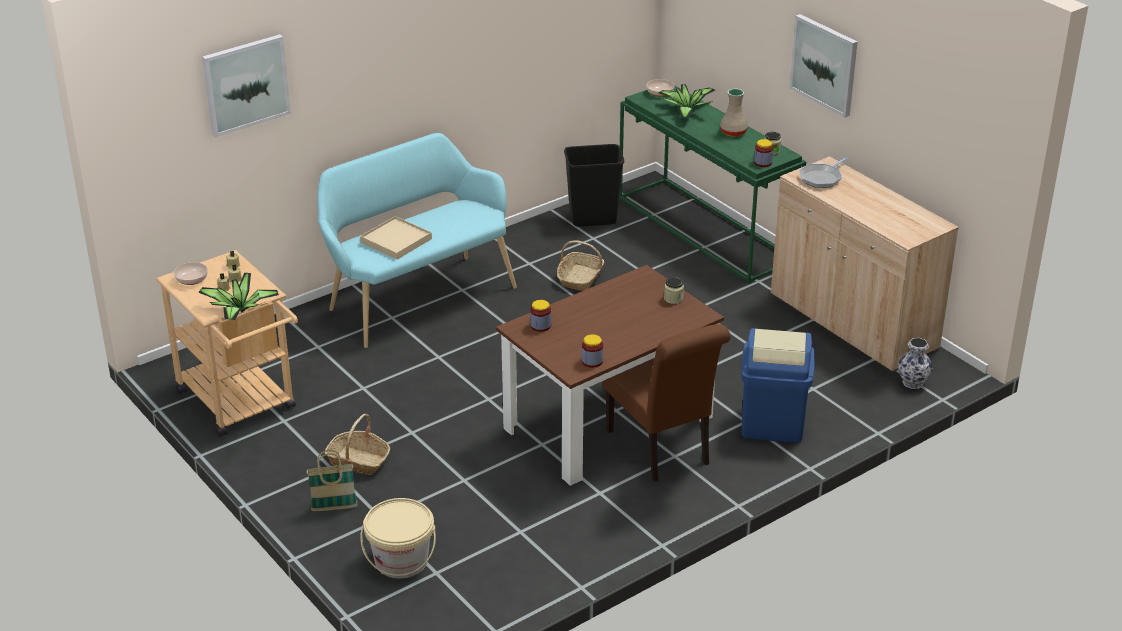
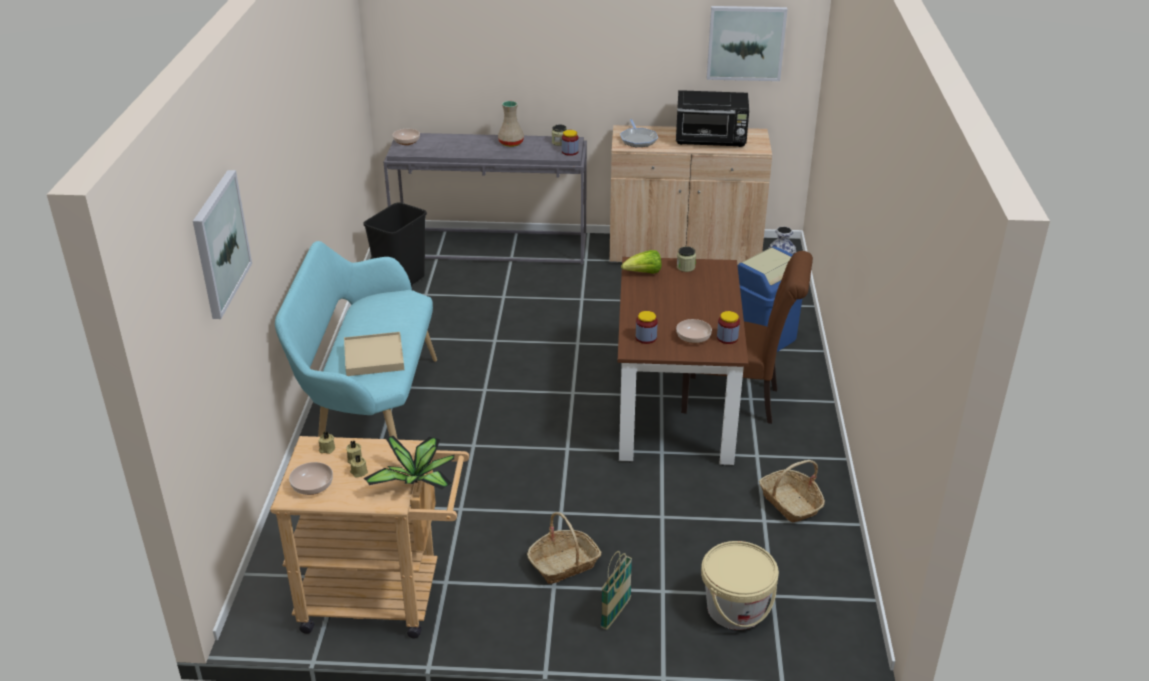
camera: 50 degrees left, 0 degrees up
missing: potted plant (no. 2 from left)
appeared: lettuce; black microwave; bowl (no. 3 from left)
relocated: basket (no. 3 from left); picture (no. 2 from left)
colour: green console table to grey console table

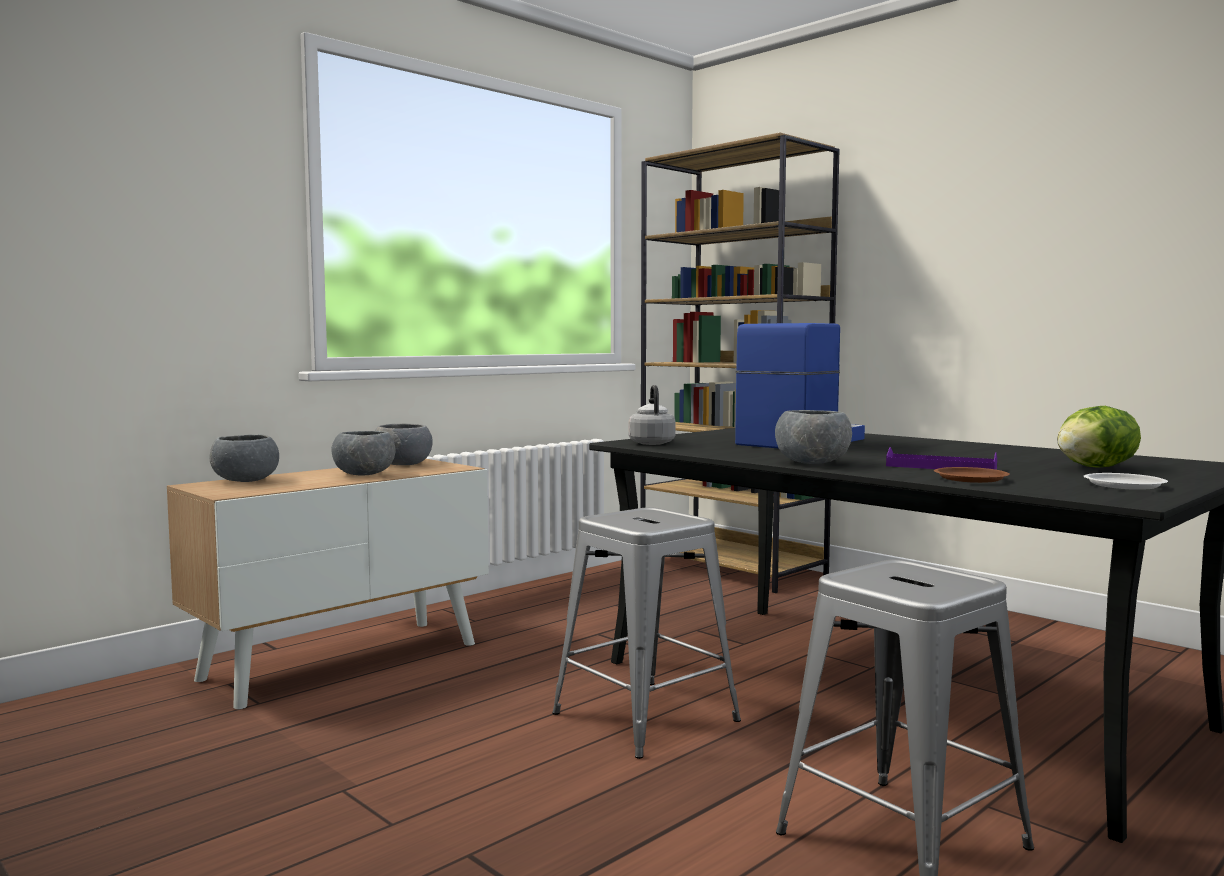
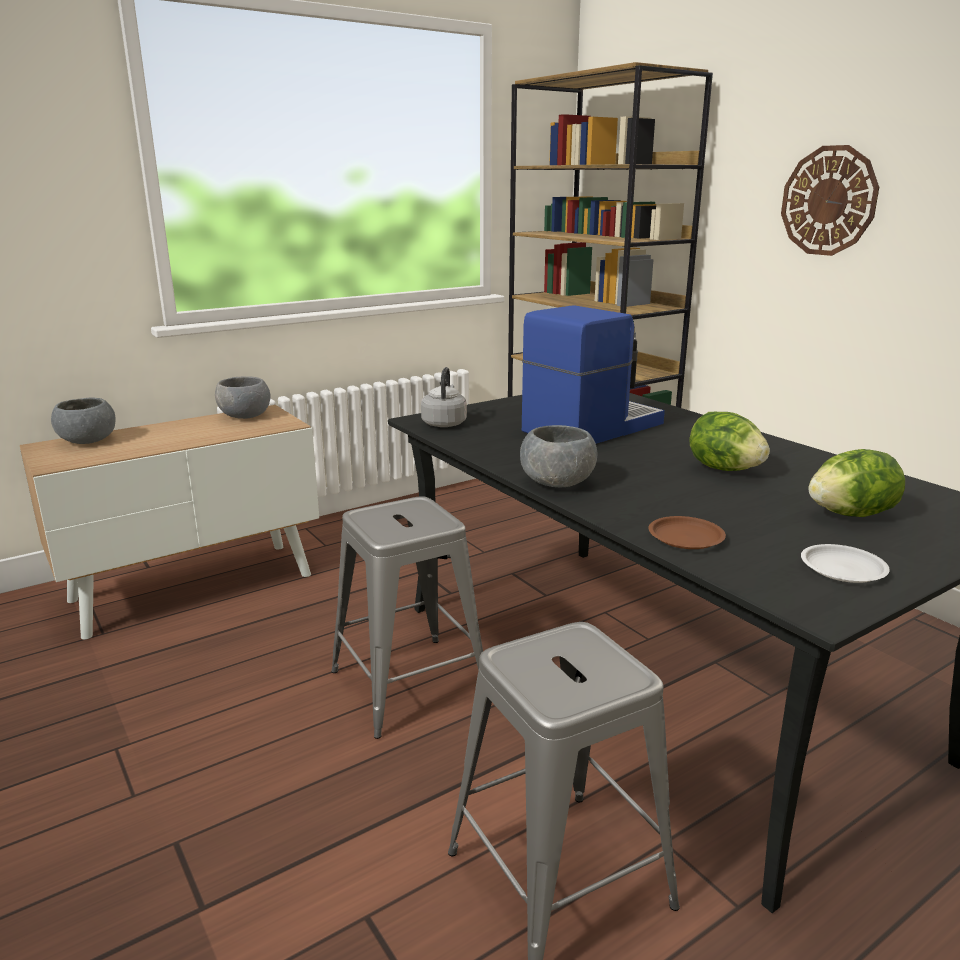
camera: 10 degrees right, 15 degrees up
missing: grey bowl (no. 2 from left); purple tray
appeared: lettuce (no. 1 from left); wall clock

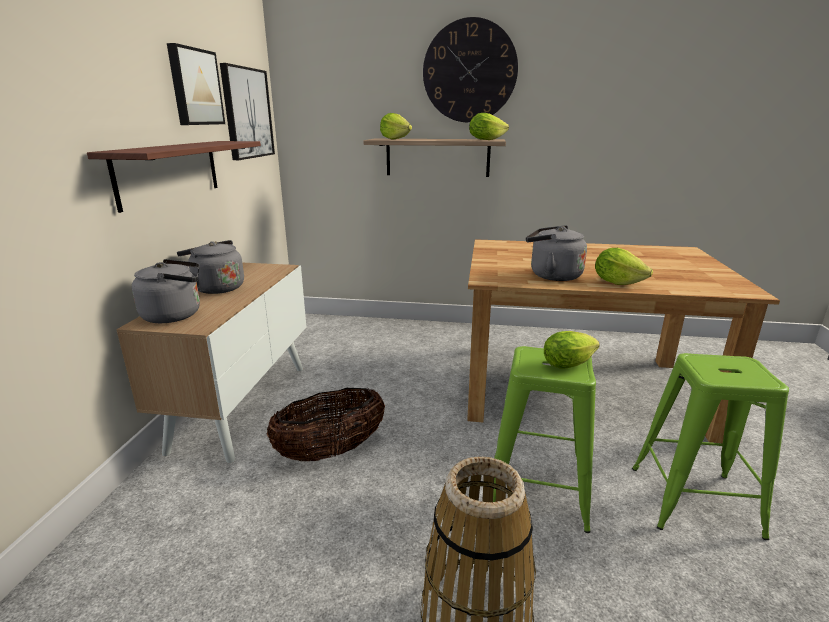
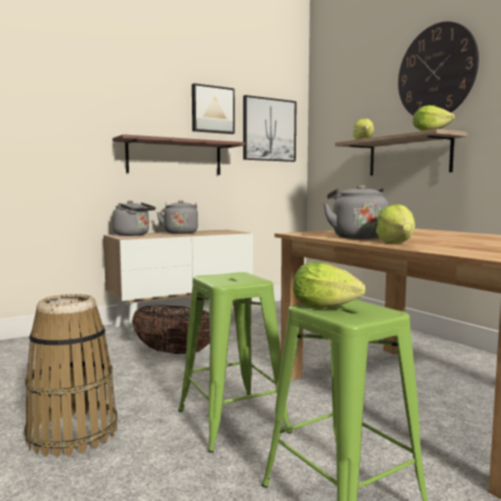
camera: 50 degrees right, 15 degrees down
relocated: lettuce (no. 3 from left in the first image) to lettuce (no. 1 from left)

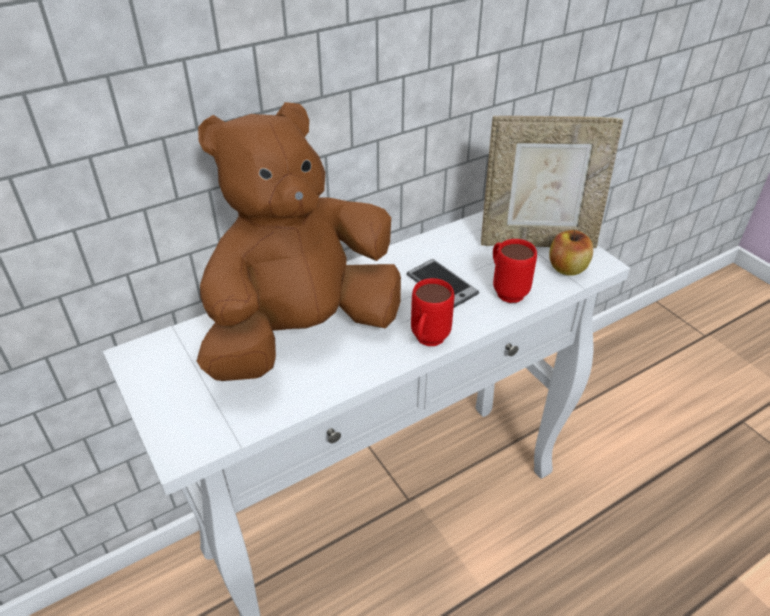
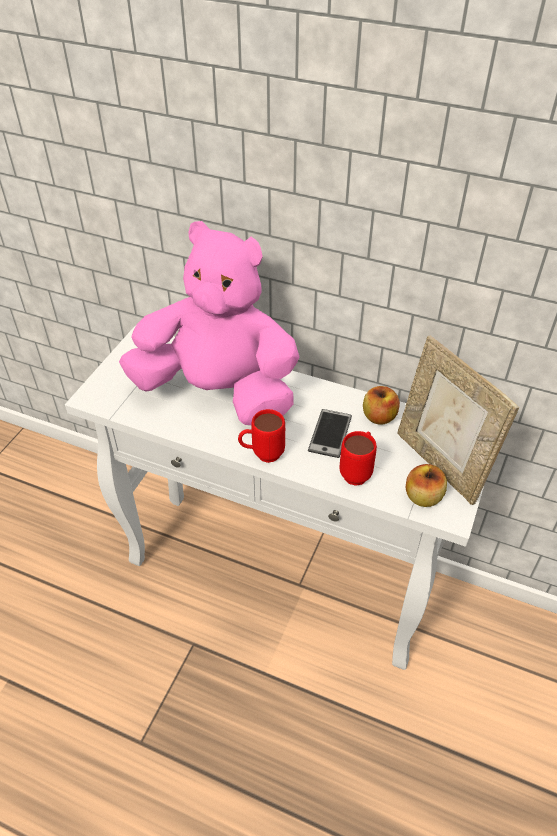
camera: 55 degrees right, 5 degrees up
appeared: apple (no. 1 from left)
colour: brown plush toy to pink plush toy

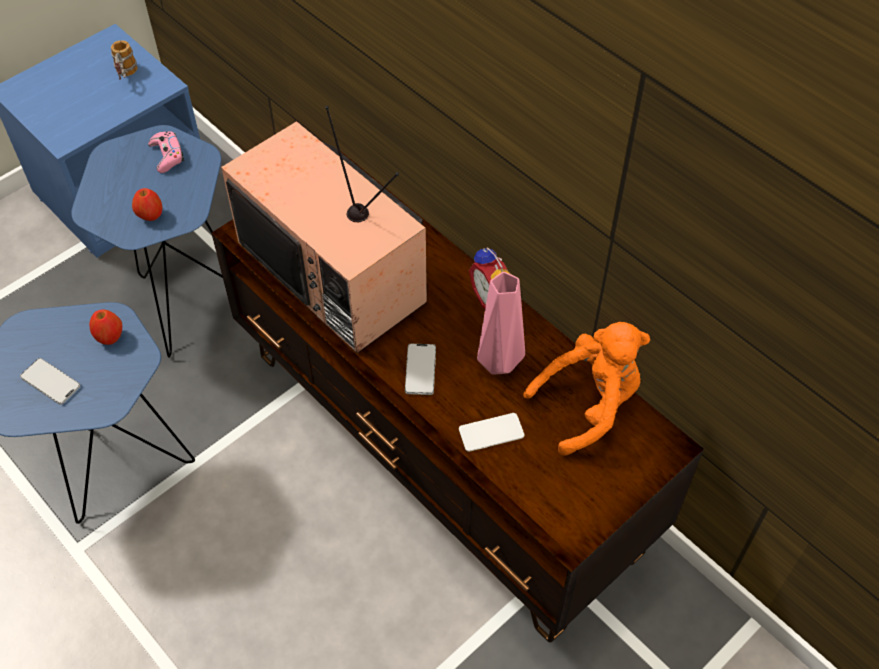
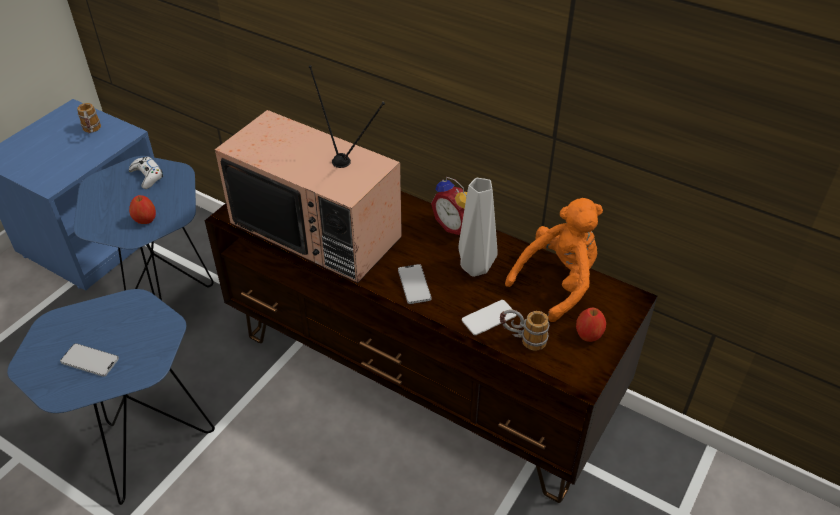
camera: 15 degrees left, 10 degrees down
appeared: mug (no. 2 from left)
relocated: apple (no. 1 from left in the first image) to apple (no. 2 from left)
colour: pink game controller to white game controller; pink vase to grey vase

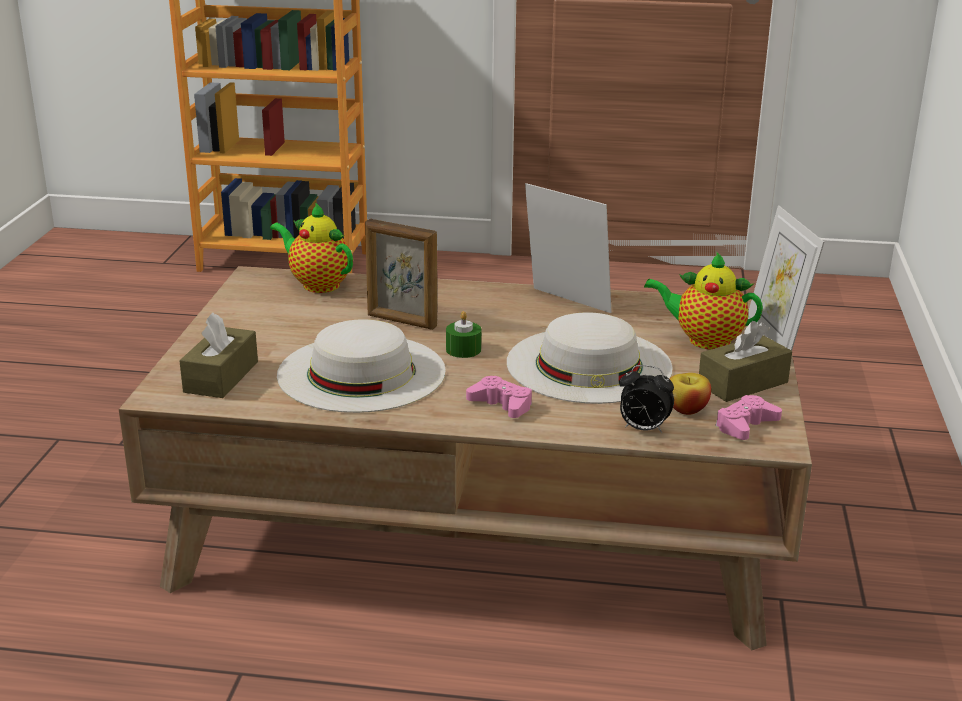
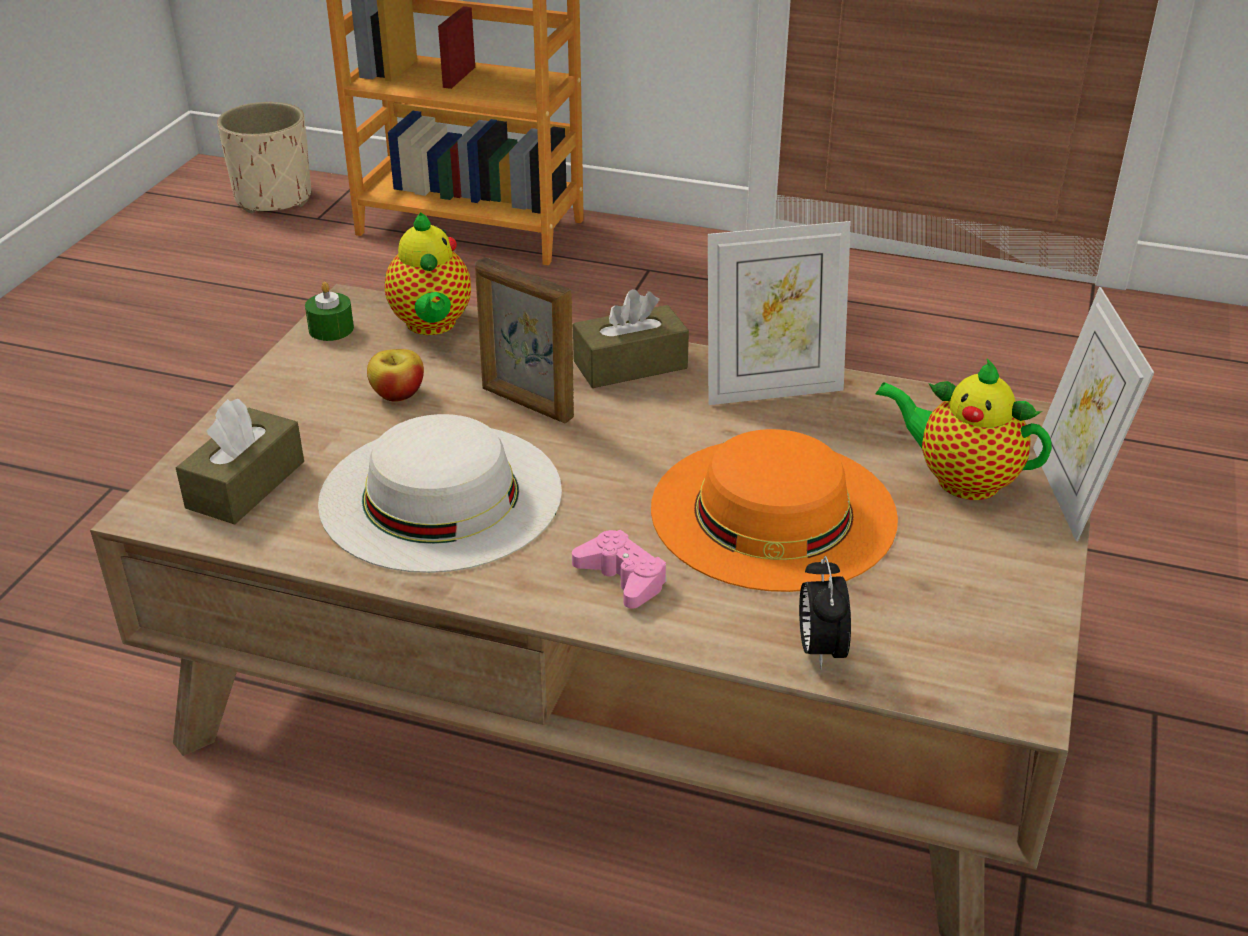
camera: 10 degrees right, 10 degrees up
missing: pink game controller (no. 2 from left)
appeared: beige planter
relocated: green candle; apple; brown tissue box (no. 2 from left)
colour: white hat (no. 2 from left) to orange hat
spun: teapot (no. 1 from left) 150 degrees counterclockwise; picture frame (no. 2 from left) 120 degrees clockwise; alarm clock 60 degrees clockwise

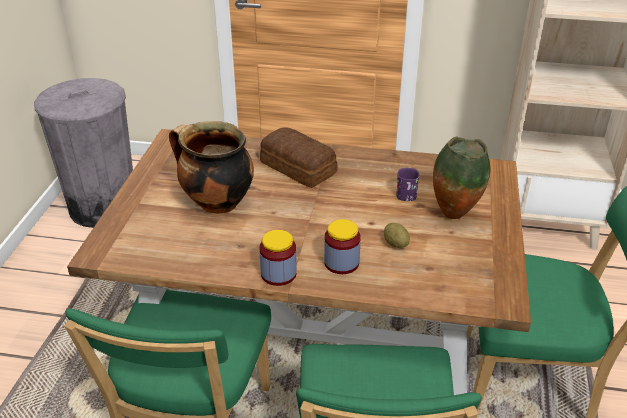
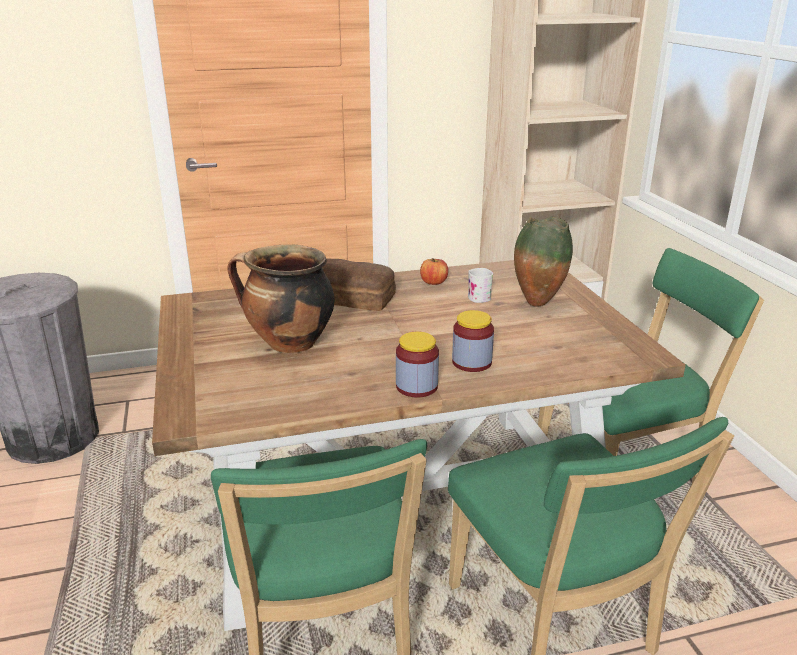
camera: 25 degrees left, 10 degrees down
missing: potato
appeared: apple
colour: purple mug to white mug

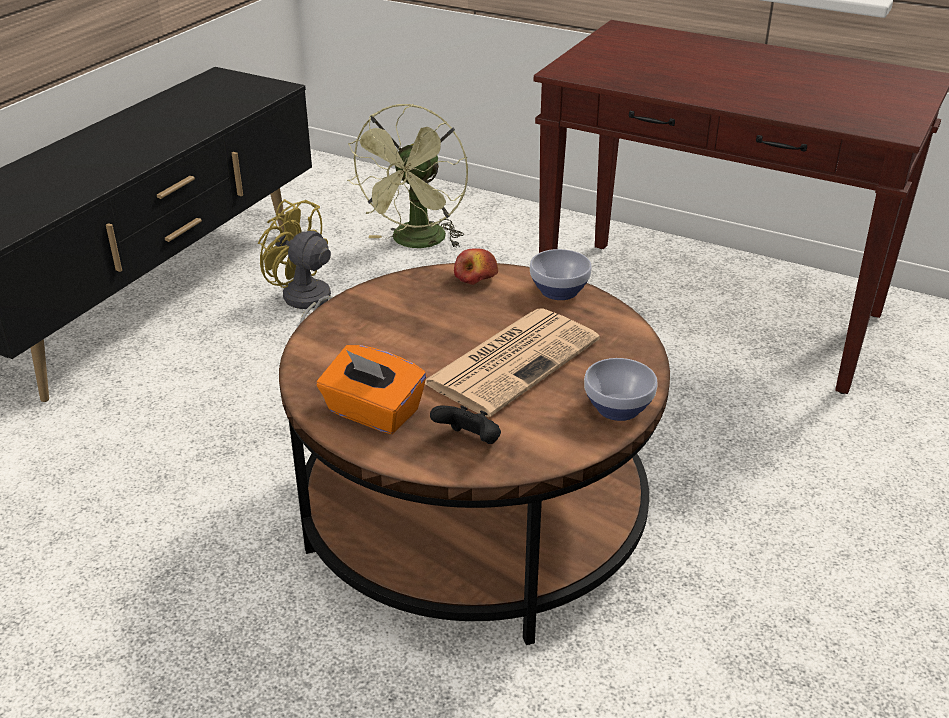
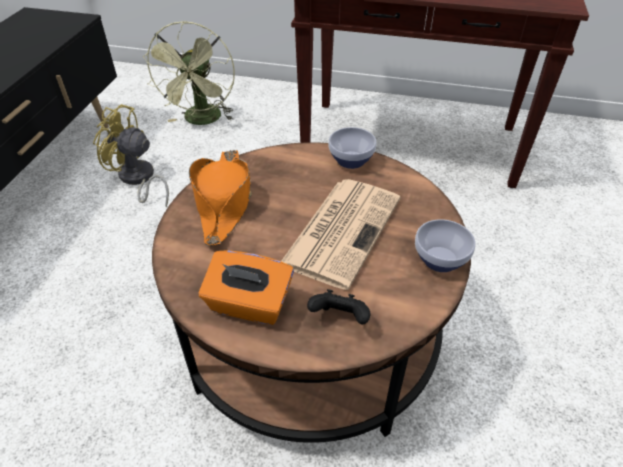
camera: 15 degrees left, 10 degrees up
missing: apple
appeared: orange hat

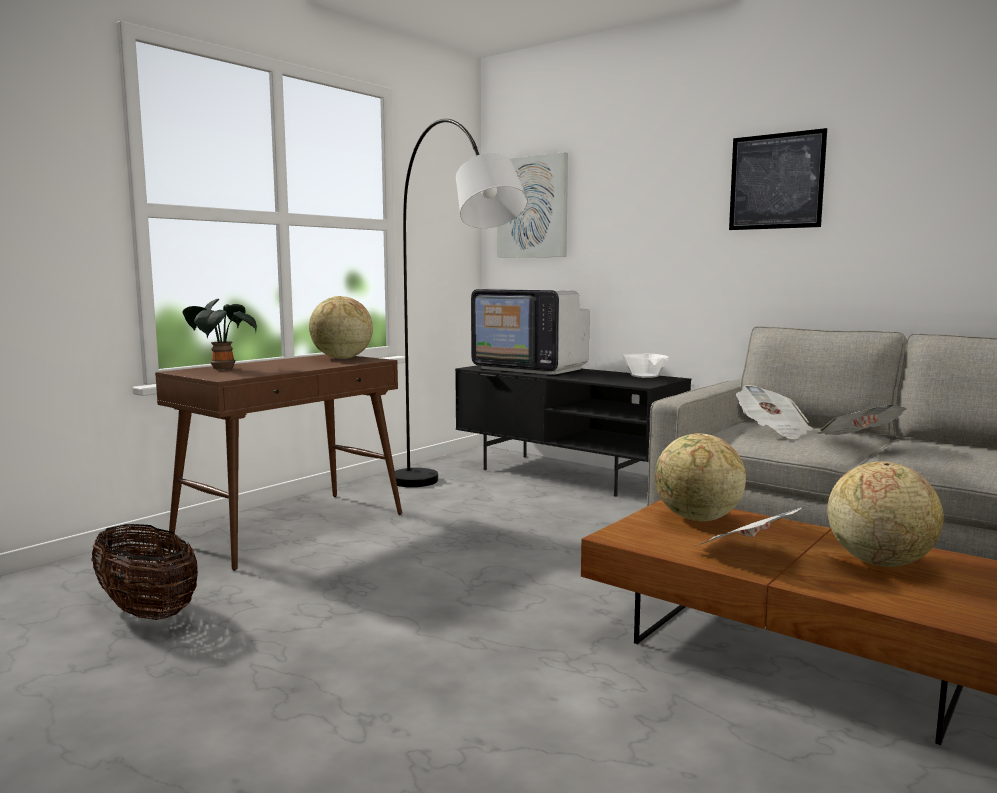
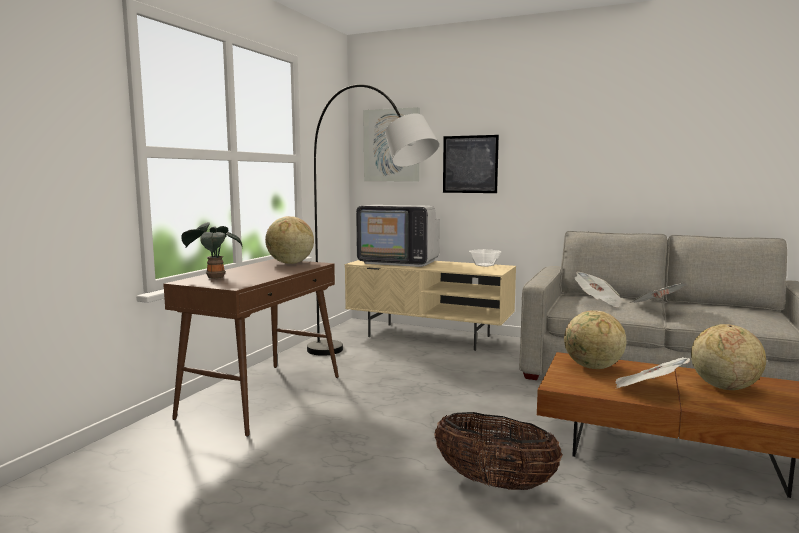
camera: 15 degrees left, 0 degrees up
relocated: basket; picture (no. 2 from left)
colour: black tv stand to beige tv stand

